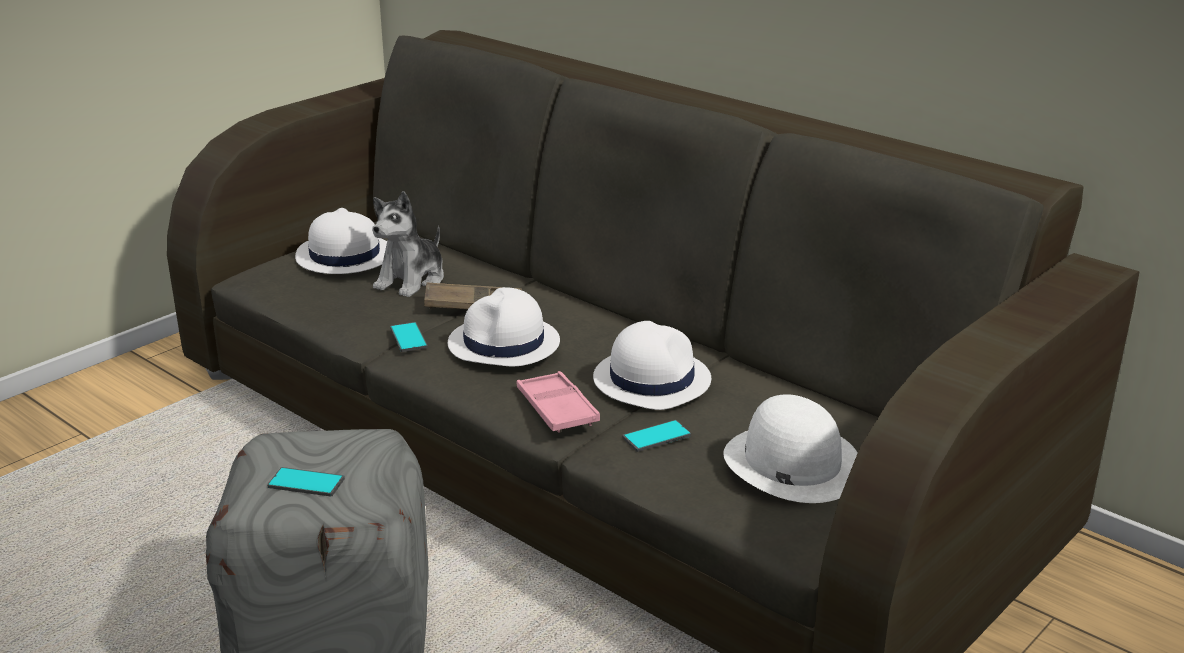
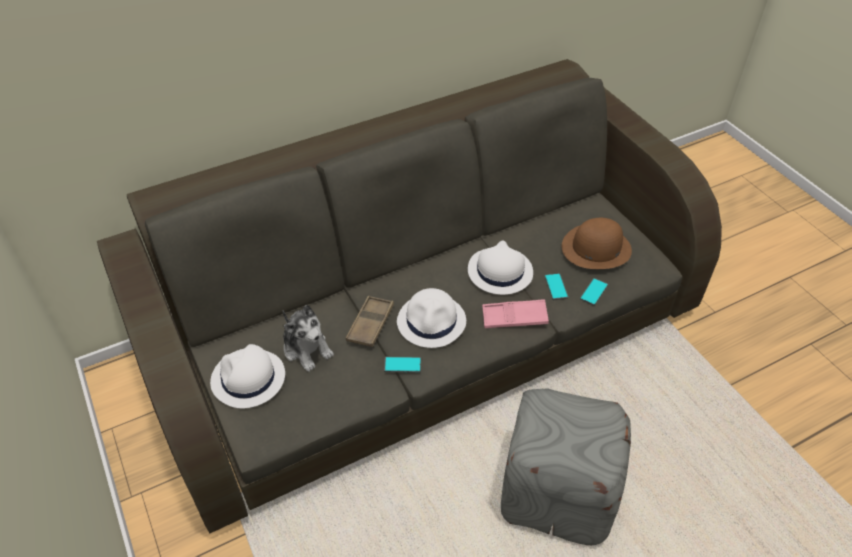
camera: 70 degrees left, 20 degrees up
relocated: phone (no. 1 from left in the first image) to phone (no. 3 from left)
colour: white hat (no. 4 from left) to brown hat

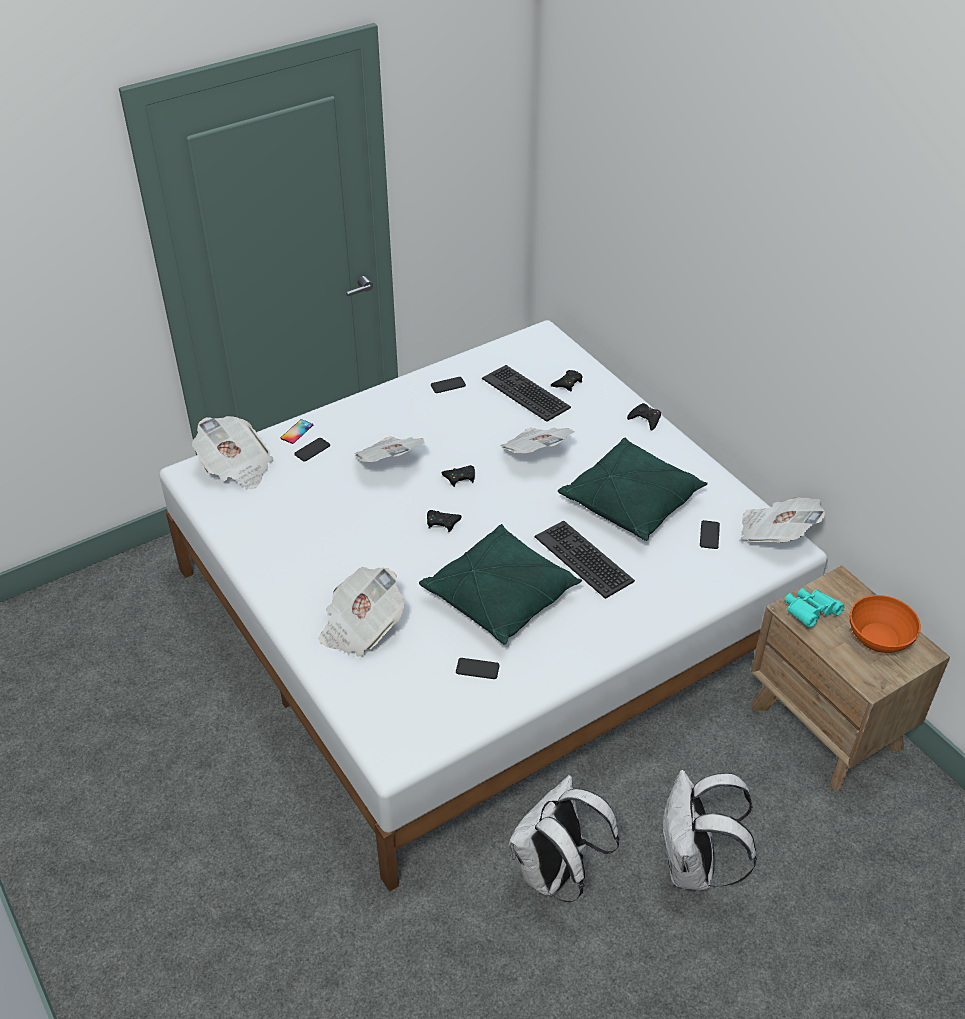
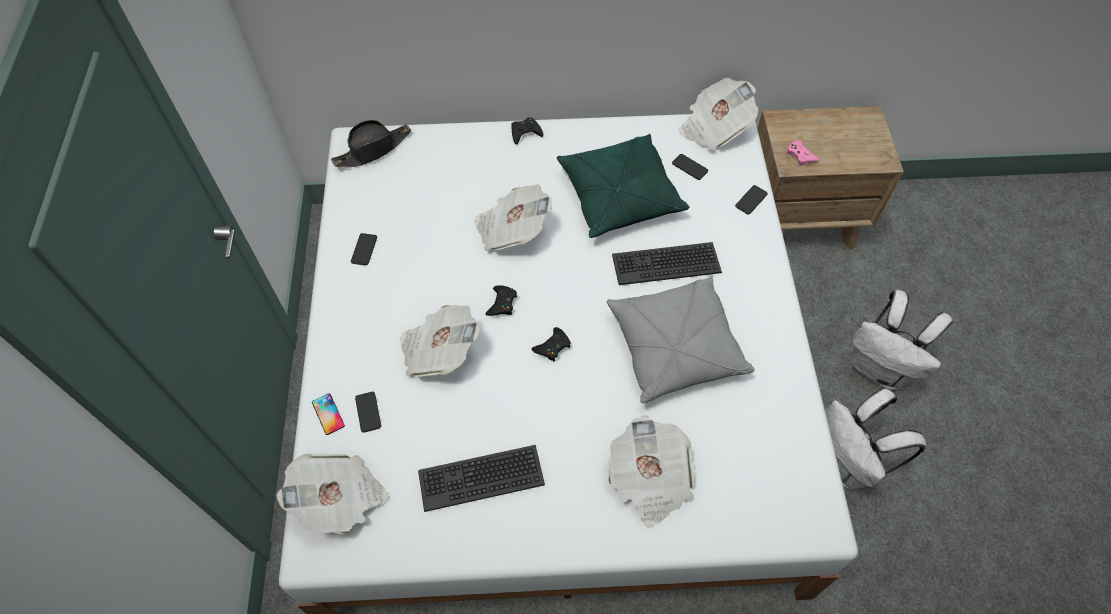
camera: 60 degrees left, 15 degrees up
missing: black game controller (no. 3 from left); orange bowl
appeared: black hat
relocated: phone (no. 4 from left in the first image) to phone (no. 5 from left); keyboard (no. 1 from left)
exchanged: turquoise binoculars to pink game controller
colour: green pillow (no. 1 from left) to grey pillow

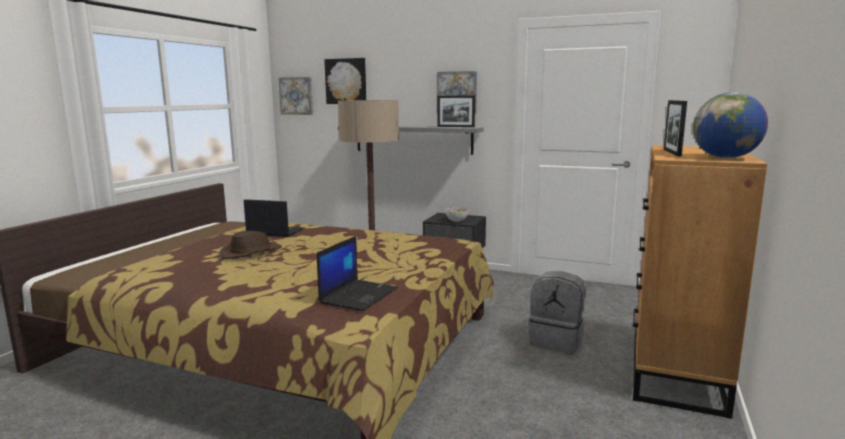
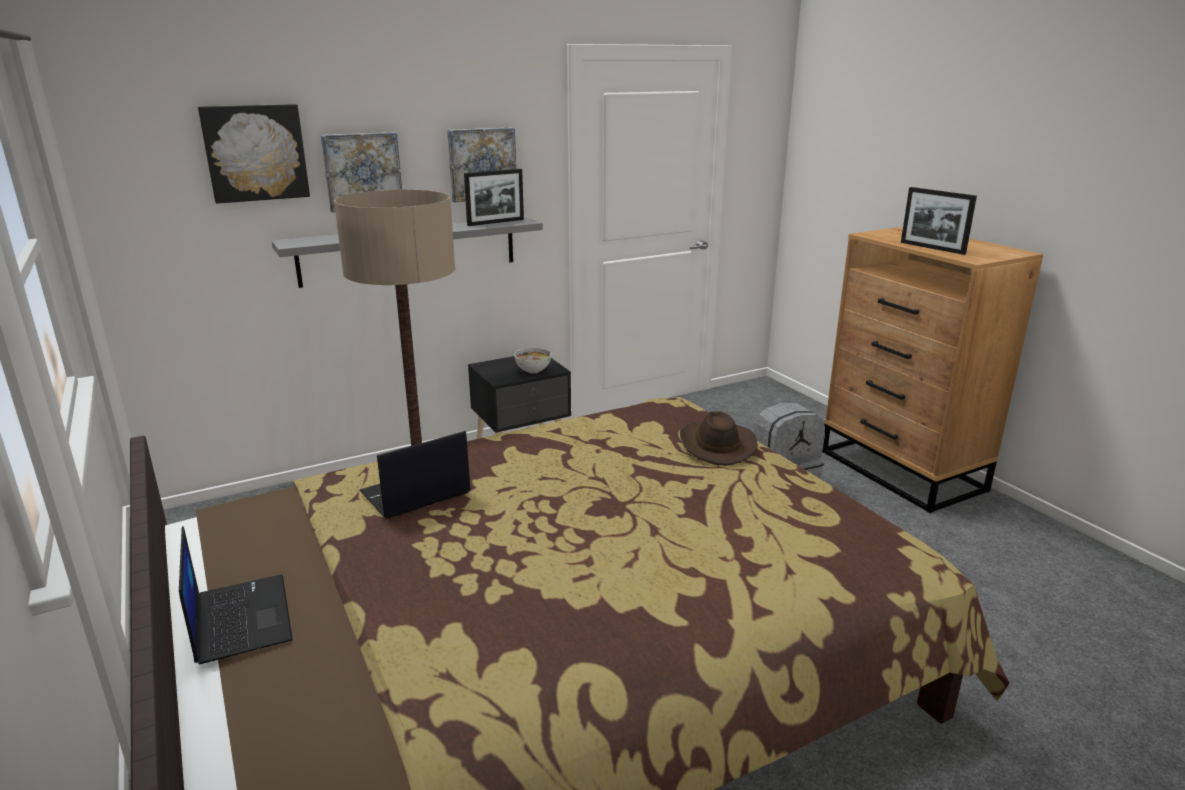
camera: 50 degrees left, 10 degrees up
missing: globe
relocated: brown hat; picture (no. 1 from left in the first image) to picture (no. 2 from left); laptop (no. 2 from left in the first image) to laptop (no. 1 from left)

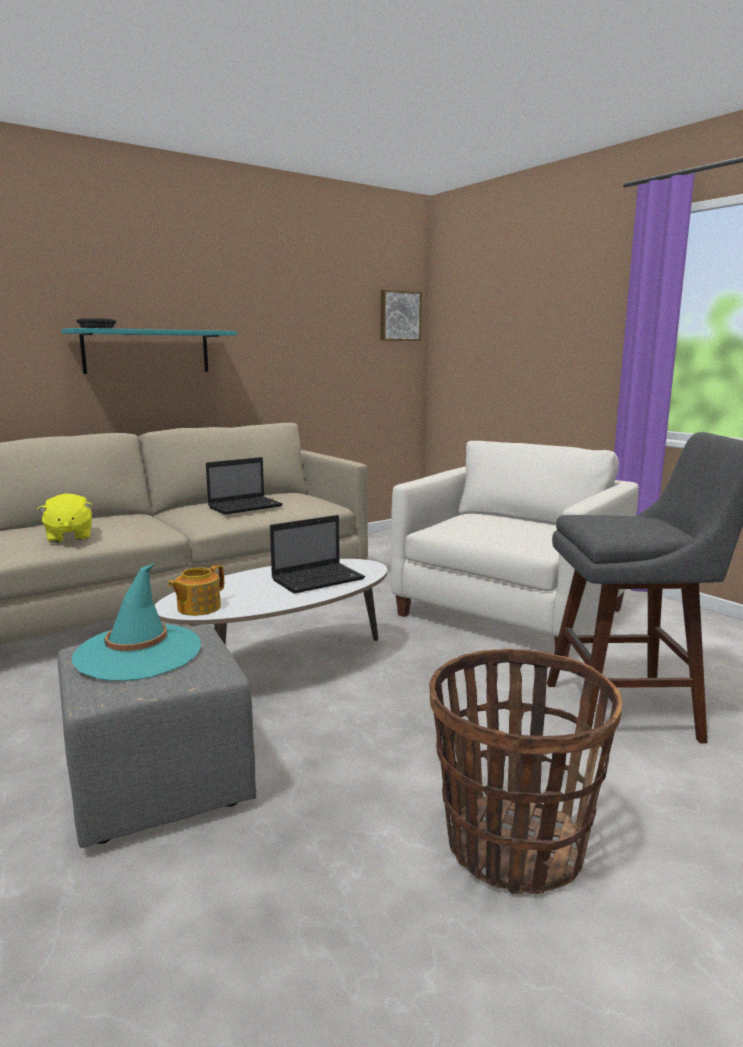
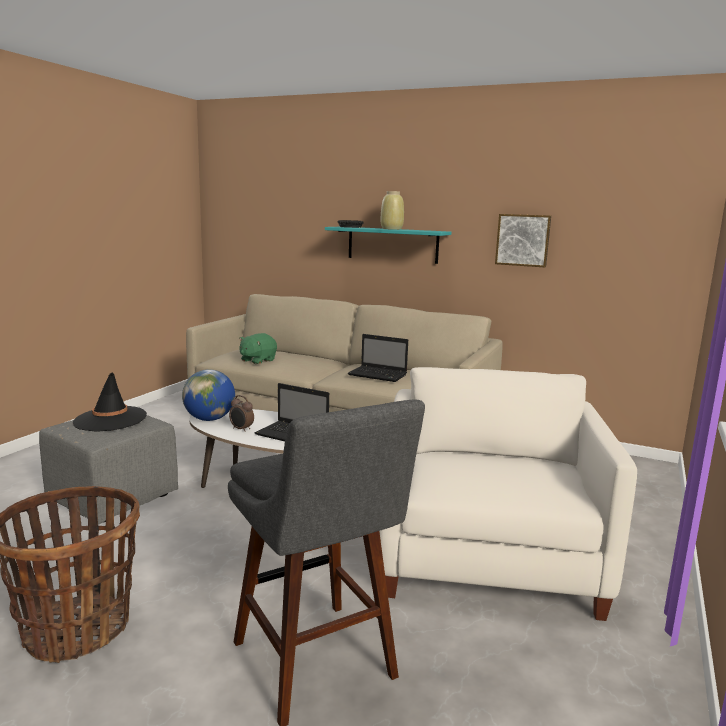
camera: 60 degrees right, 0 degrees up
appeared: alarm clock; beige vase
relocated: picture
exchanged: teapot to globe
colour: yellow plush toy to green plush toy; turquoise hat to black hat
spun: white armchair 90 degrees counterclockwise

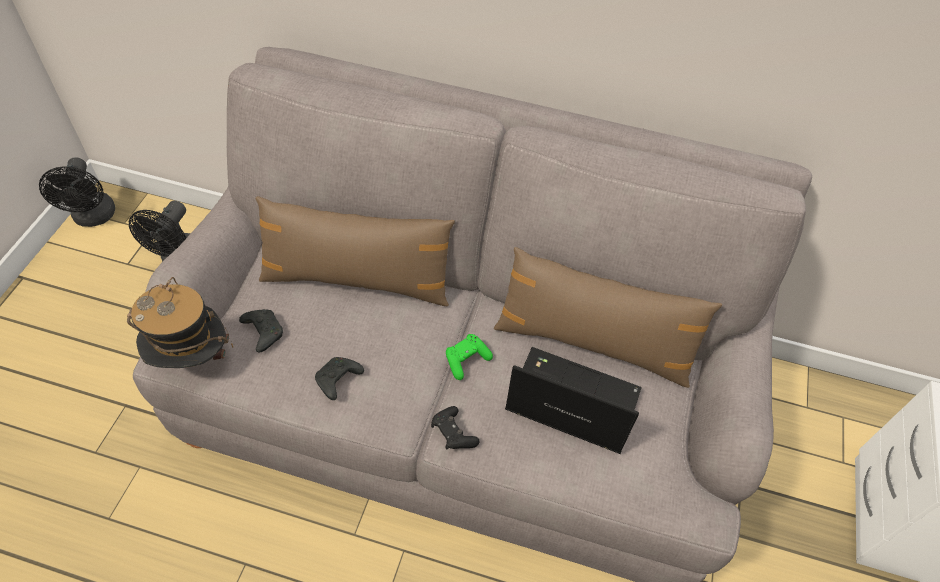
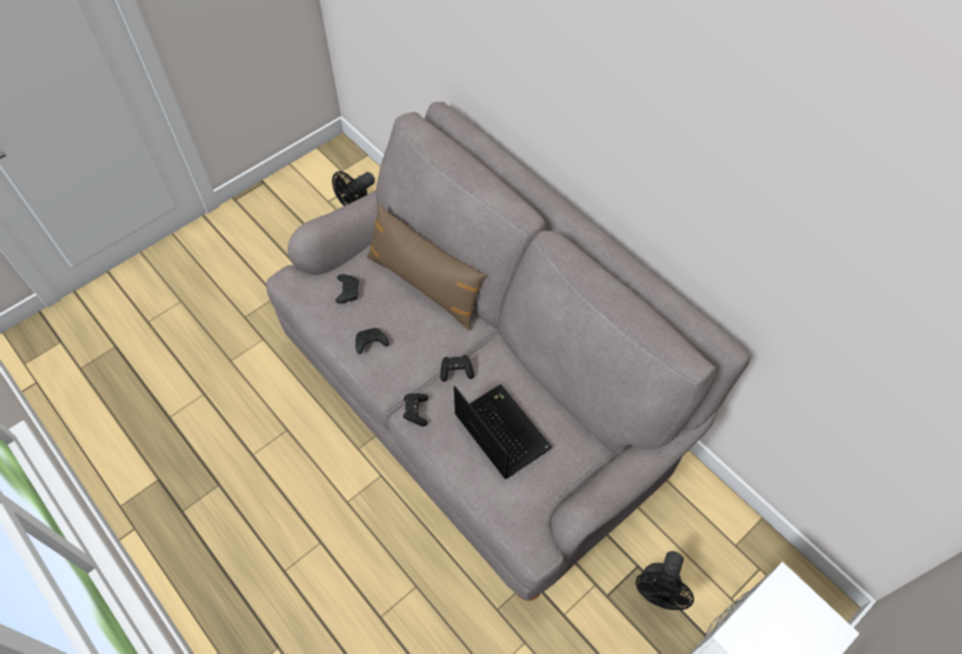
camera: 35 degrees right, 5 degrees up
missing: hat; brown pillow (no. 2 from left)
relocated: black fan (no. 1 from left in the first image) to black fan (no. 2 from left)
colour: green game controller to black game controller (no. 4 from left)

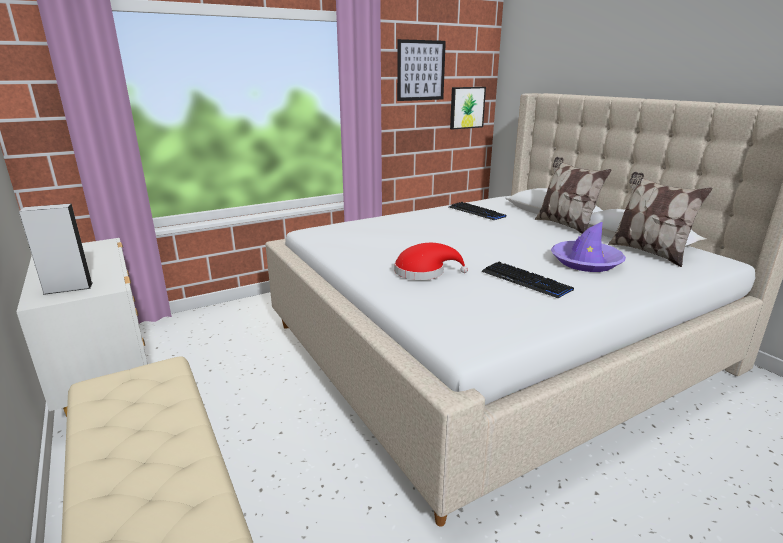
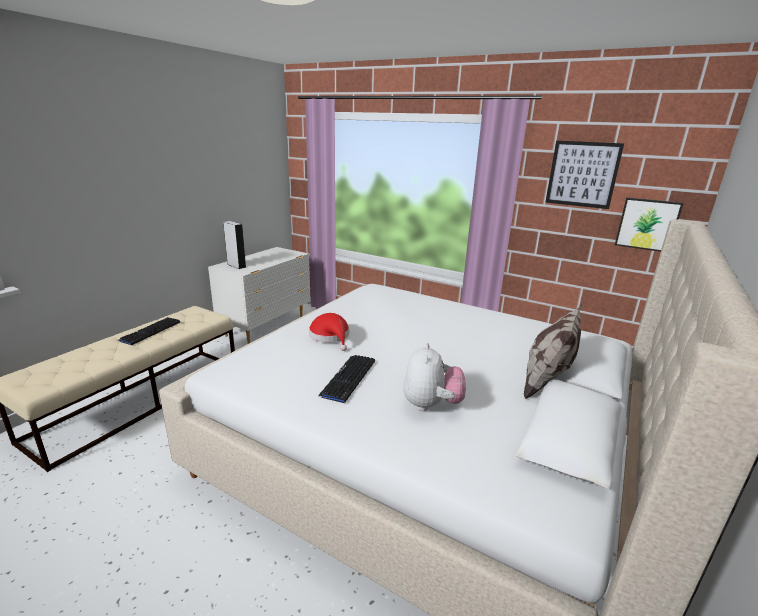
camera: 60 degrees right, 0 degrees up
missing: pillow (no. 2 from left)
relocated: keyboard (no. 1 from left)
exchanged: purple hat to plush toy

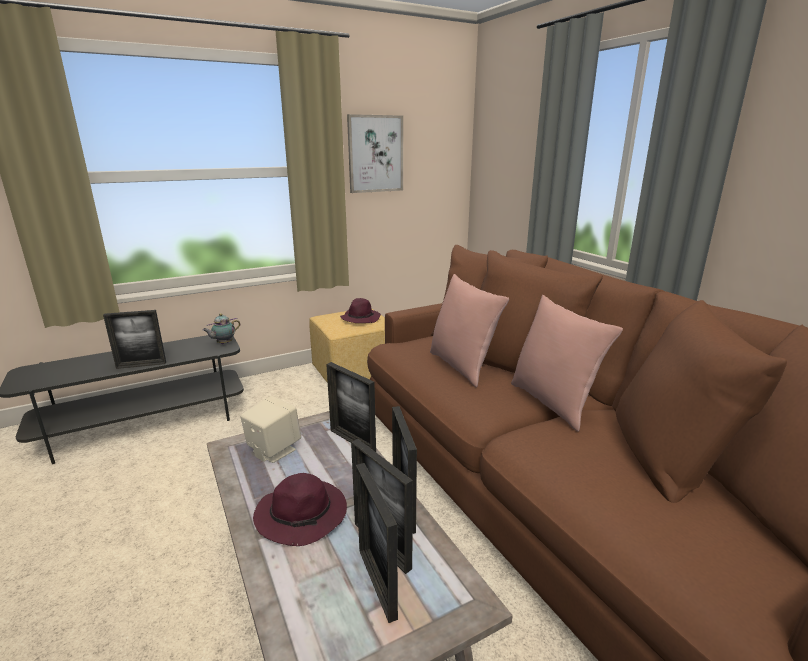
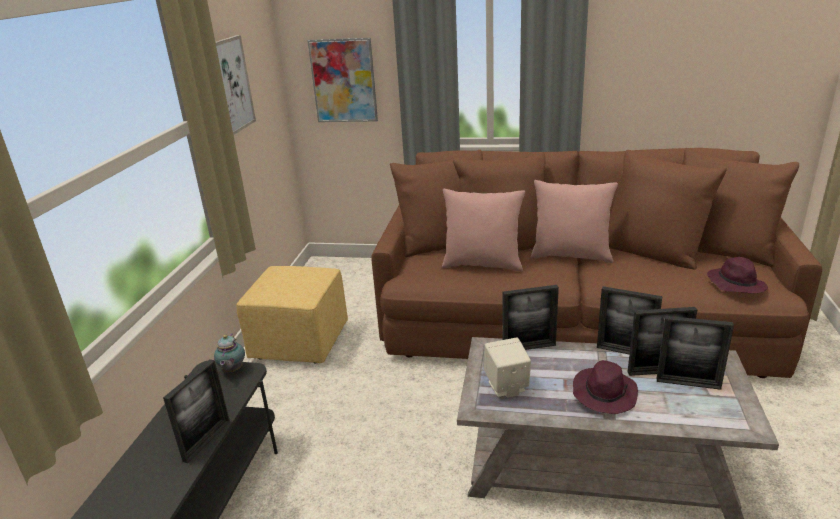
camera: 50 degrees left, 5 degrees up
appeared: picture (no. 2 from left)
relocated: purple hat (no. 2 from left)

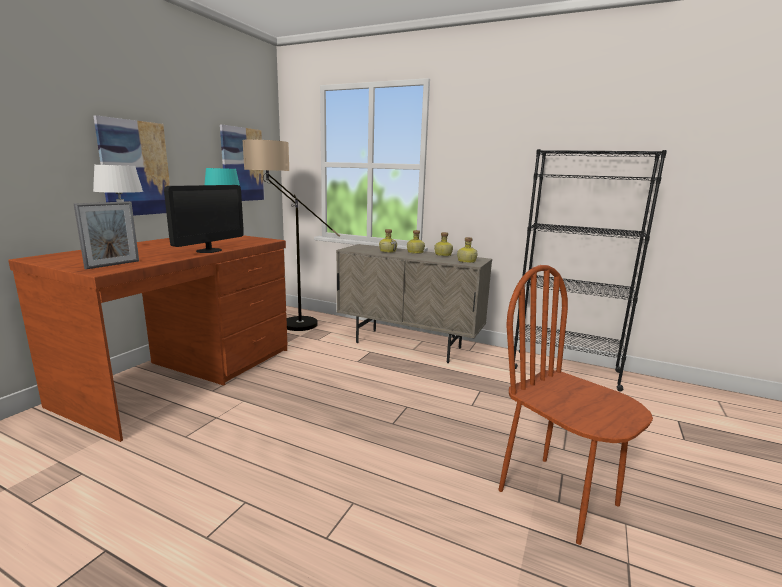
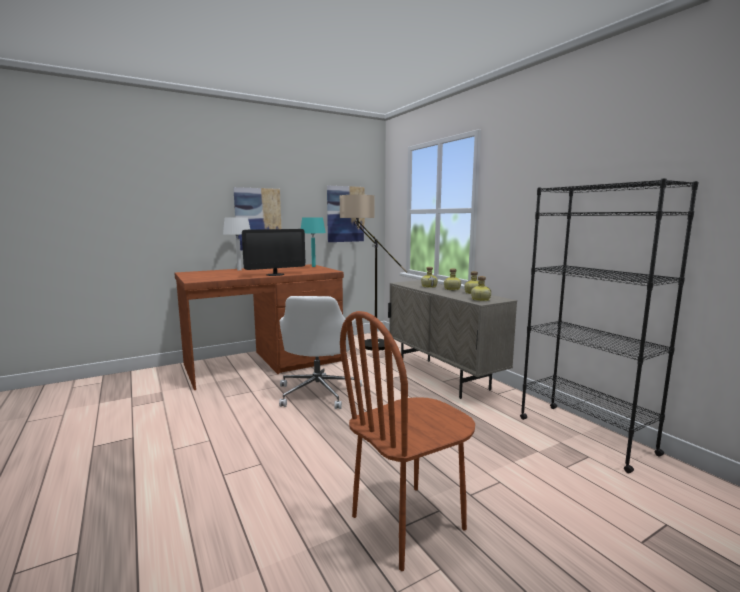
camera: 35 degrees right, 5 degrees down
missing: picture frame
appeared: white office chair
spun: brown chair 120 degrees counterclockwise

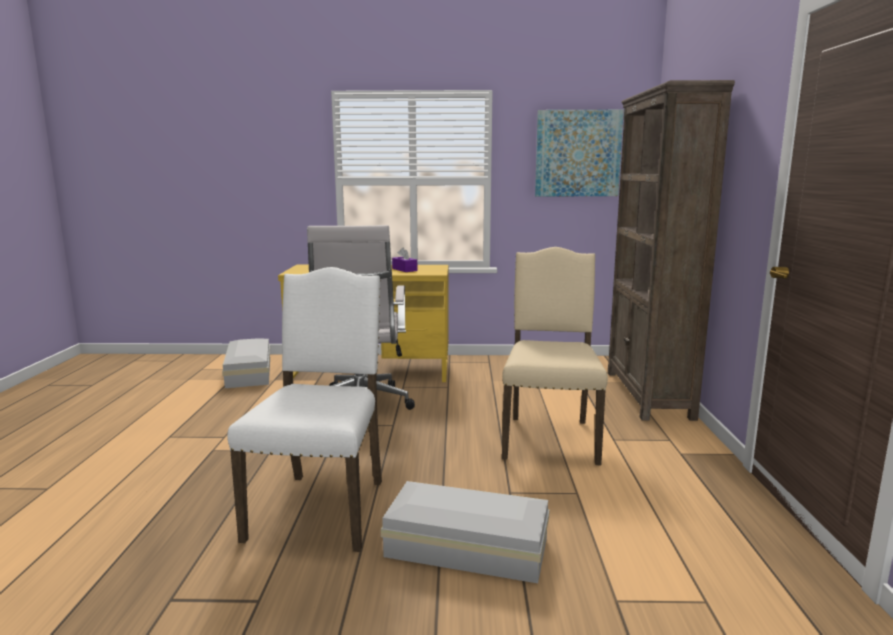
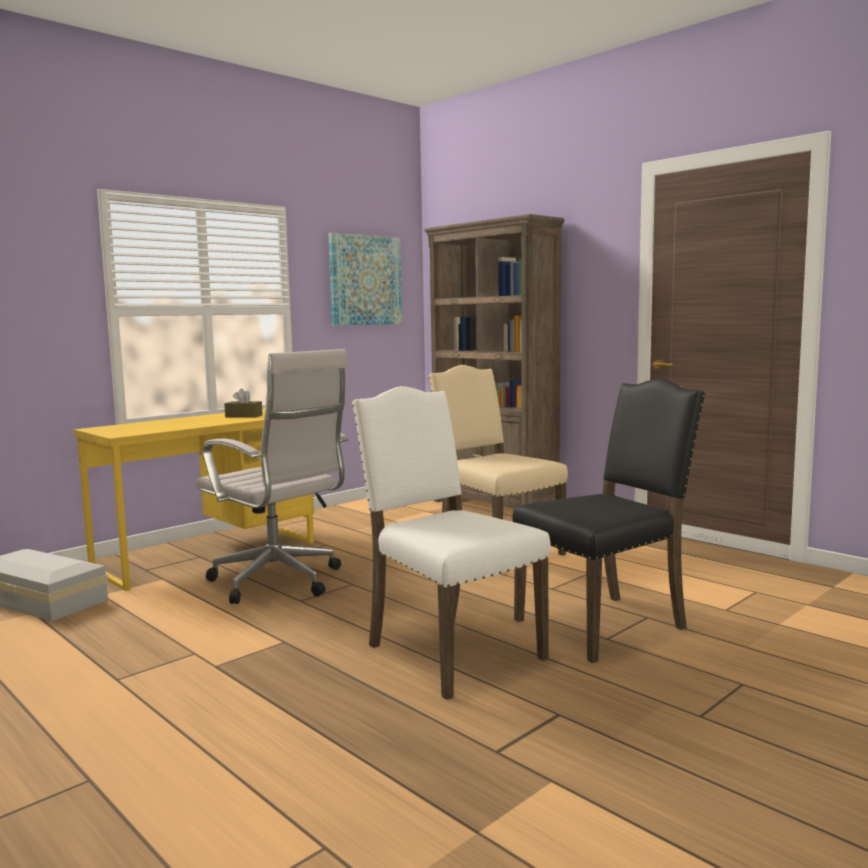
camera: 45 degrees left, 5 degrees down
exchanged: white storage box (no. 2 from left) to black chair
colour: purple tissue box to brown tissue box

